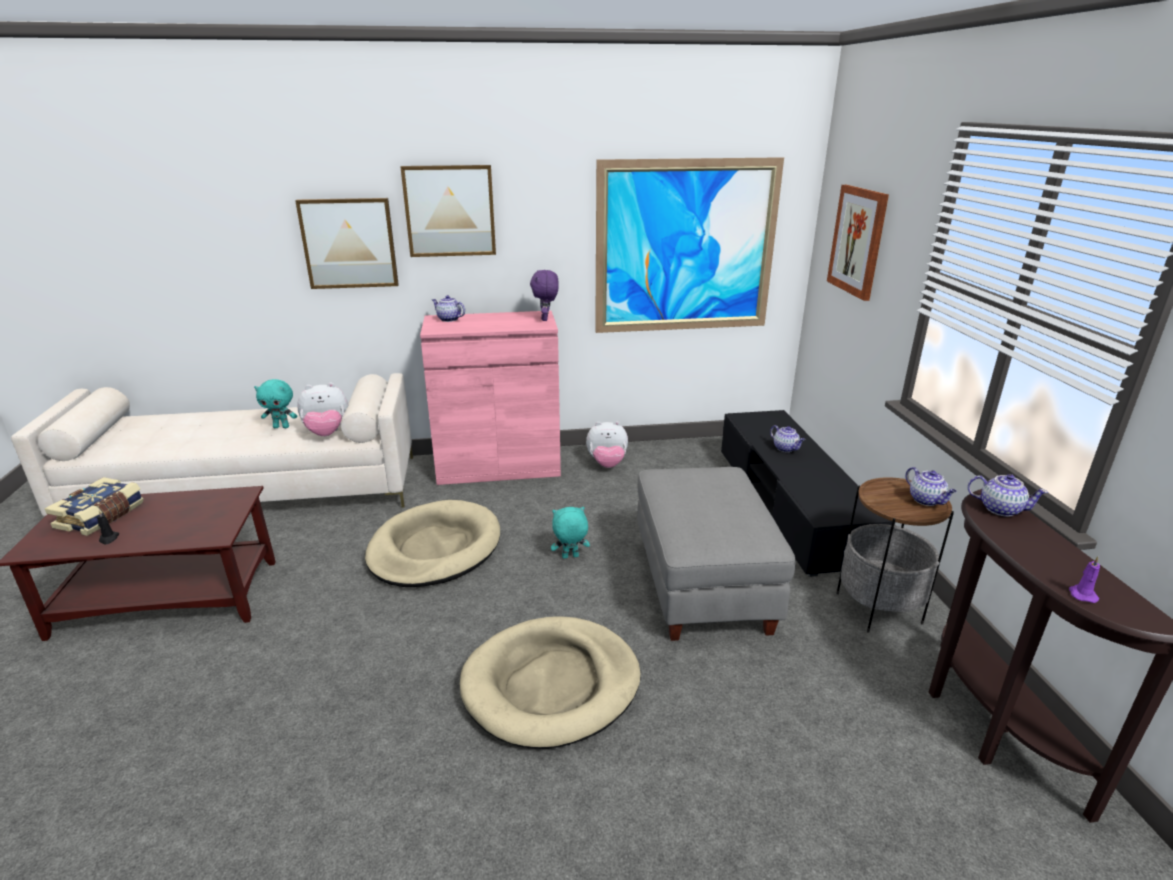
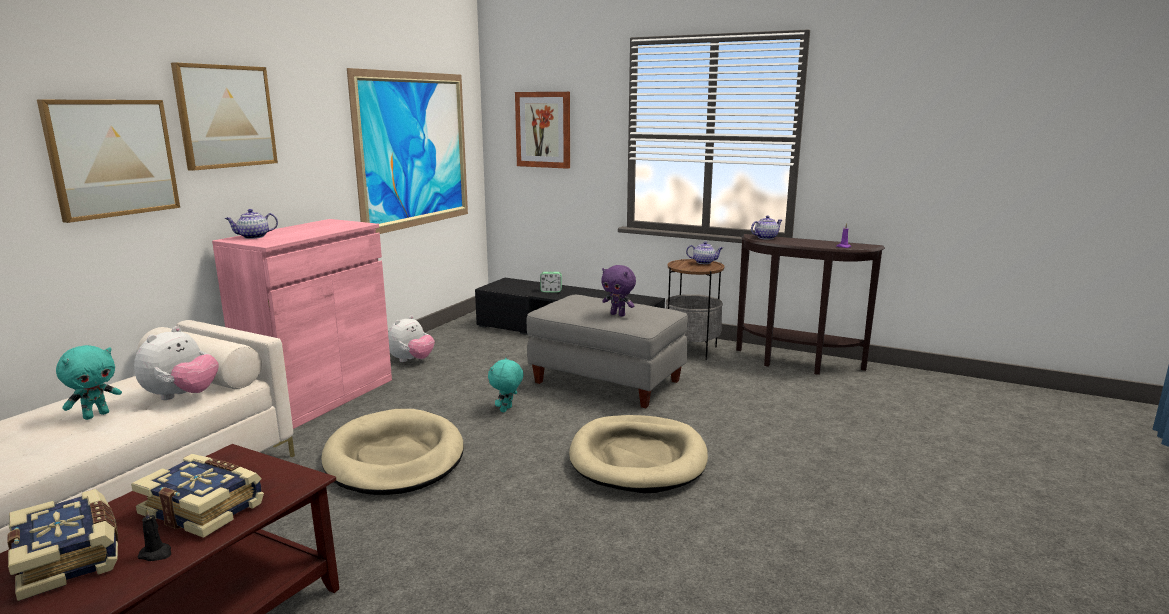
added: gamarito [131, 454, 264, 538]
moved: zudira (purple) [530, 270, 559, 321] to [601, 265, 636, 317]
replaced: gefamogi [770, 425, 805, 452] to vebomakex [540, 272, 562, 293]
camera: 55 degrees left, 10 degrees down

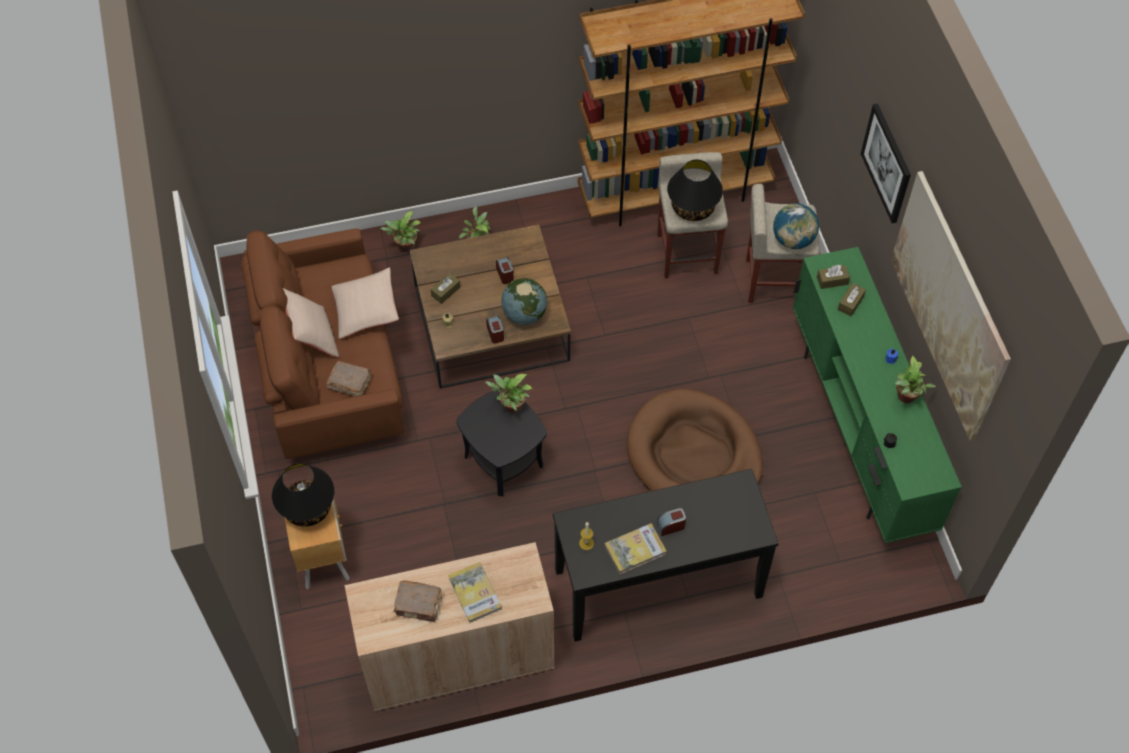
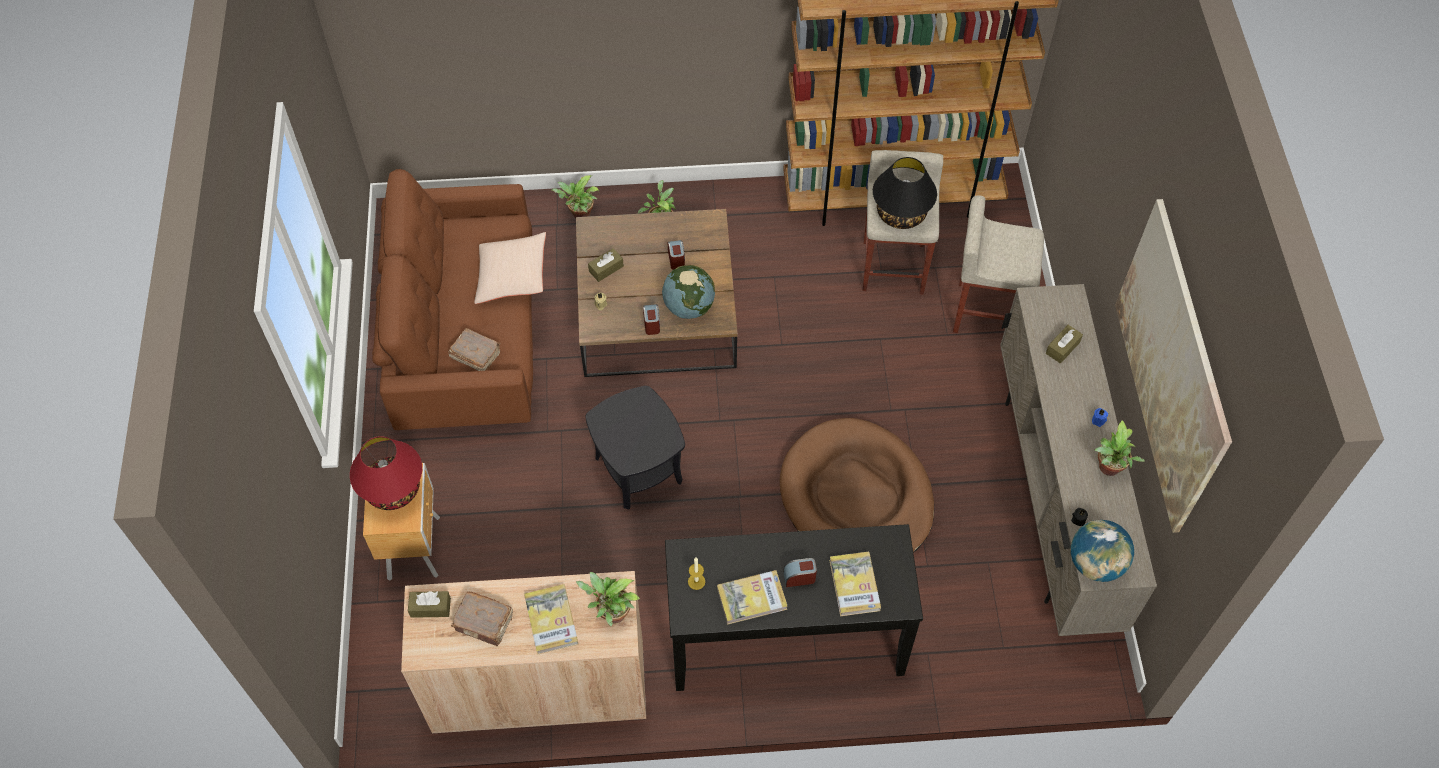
removed: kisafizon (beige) [283, 288, 339, 357]; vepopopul [861, 103, 911, 223]
added: gamarito [829, 552, 881, 616]
moved: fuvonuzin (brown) [817, 265, 850, 289] to [408, 591, 451, 618]; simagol [485, 374, 533, 413] to [576, 572, 640, 626]; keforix [773, 203, 819, 249] to [1071, 520, 1134, 582]
recoloured: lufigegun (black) [272, 463, 334, 527] to lufigegun (red) [350, 436, 422, 510]; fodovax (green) [793, 247, 962, 543] to fodovax (beige) [1000, 284, 1157, 636]
camera: 10 degrees right, 0 degrees up

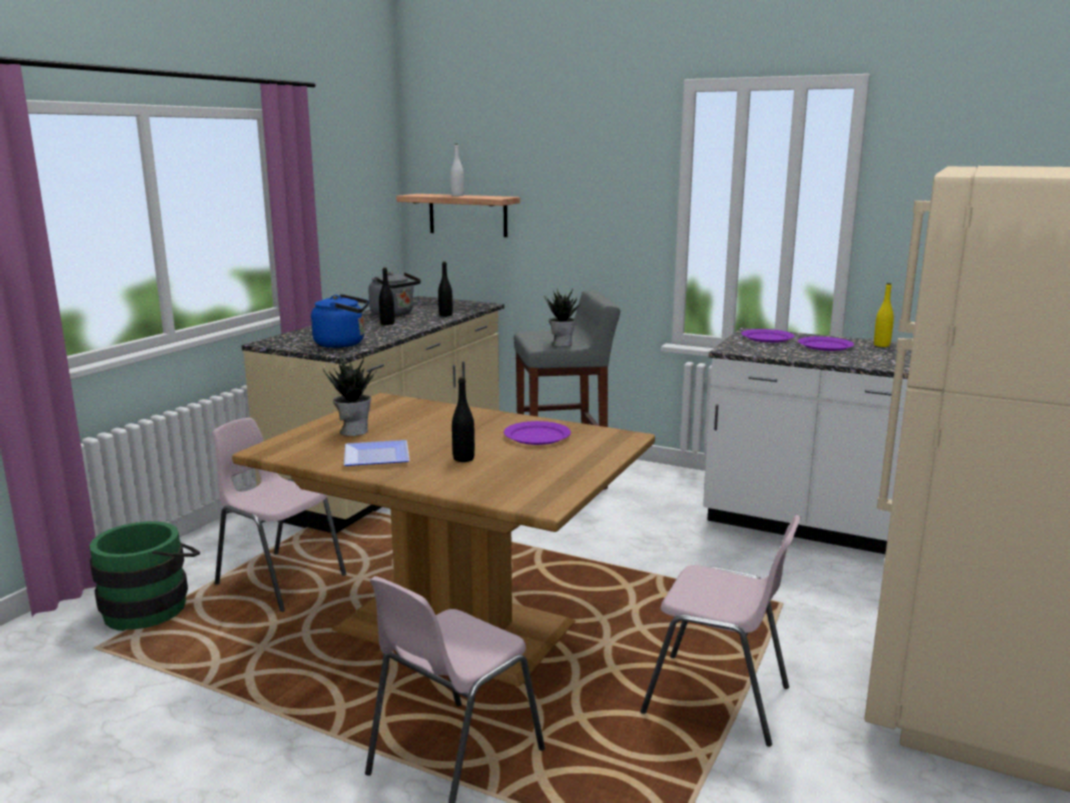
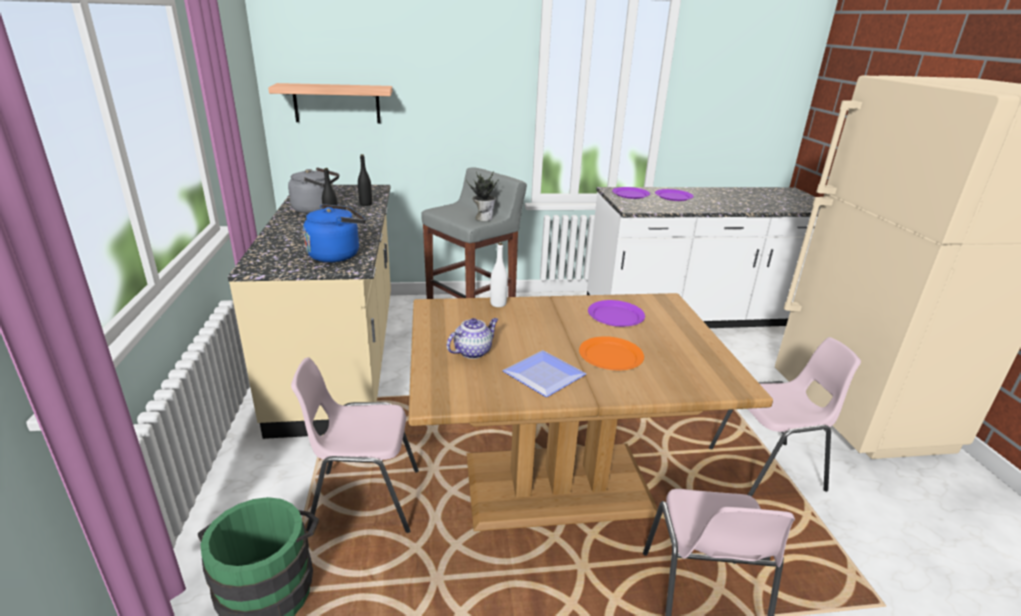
removed: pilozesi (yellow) [874, 283, 894, 347]
moved: pilozesi (white) [451, 144, 464, 196] to [490, 243, 508, 307]
replaced: simagol [323, 357, 377, 436] to gefamogi [447, 318, 498, 359]; pilozesi (black) [452, 377, 475, 462] to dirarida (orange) [579, 336, 644, 370]
camera: 35 degrees left, 10 degrees up

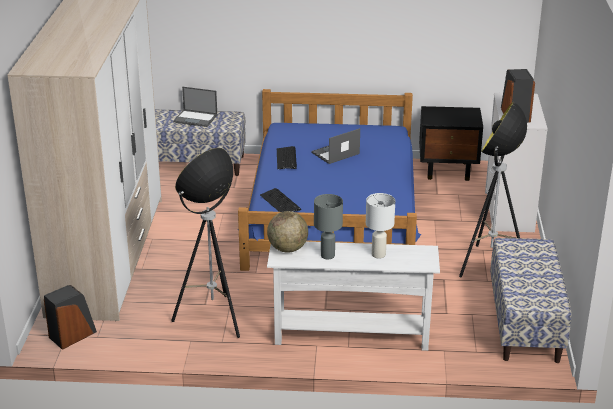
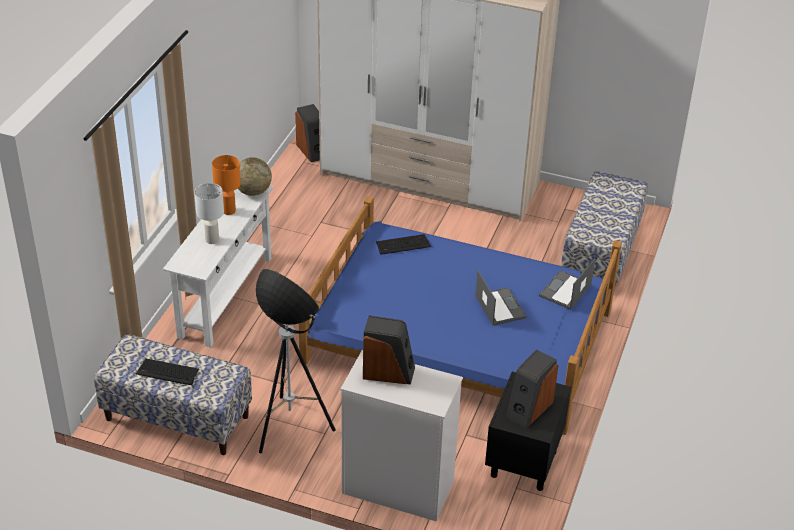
removed: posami [171, 148, 240, 338]
added: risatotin [506, 349, 558, 428]
moved: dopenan [277, 146, 297, 169] to [136, 359, 199, 385]; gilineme [173, 87, 217, 127] to [539, 259, 595, 310]
recoloured: lufigegun (grey) [314, 194, 343, 259] to lufigegun (orange) [212, 155, 241, 215]
camera: 105 degrees right, 10 degrees up

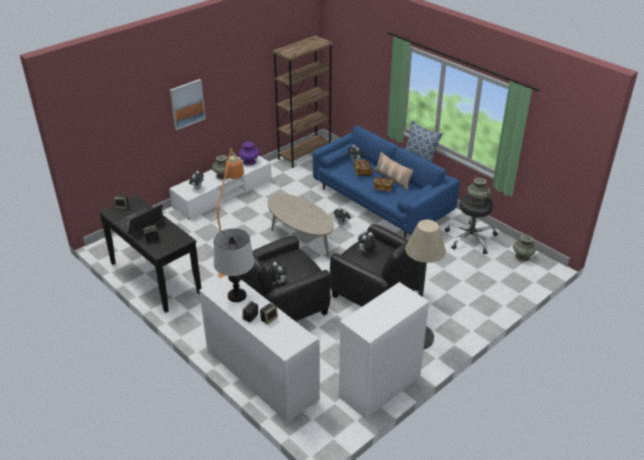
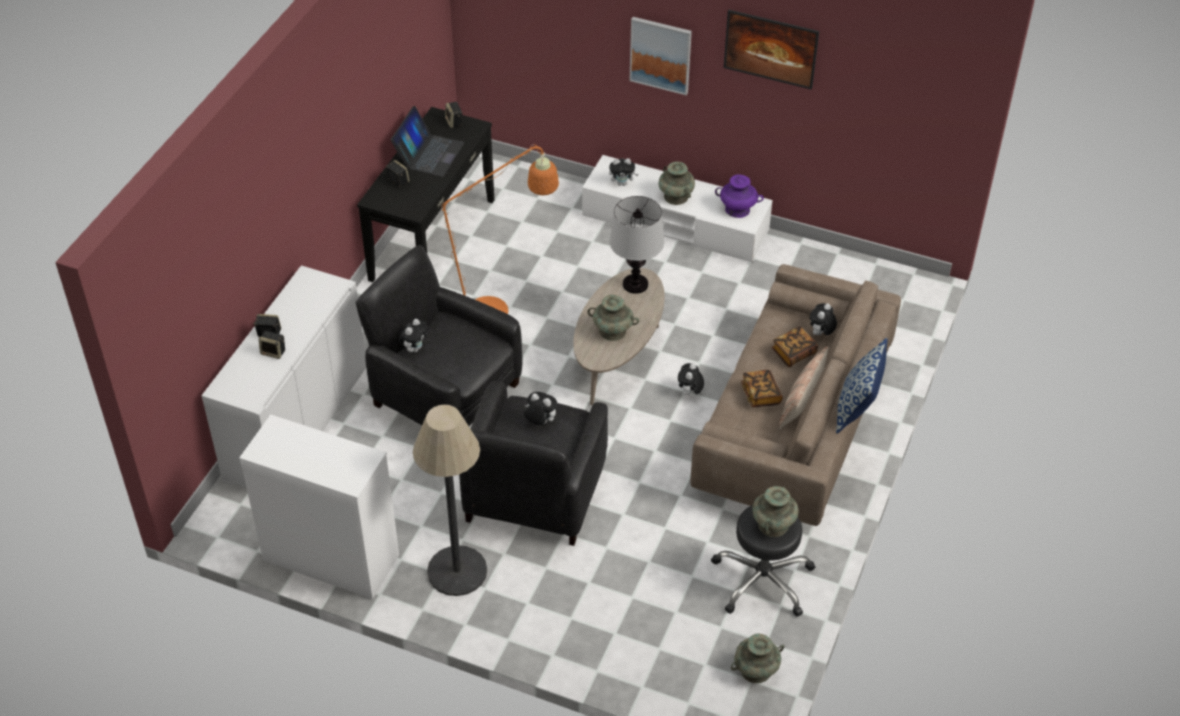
removed: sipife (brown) [272, 35, 333, 168]
added: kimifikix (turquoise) [587, 295, 639, 341]; vepopopul [724, 10, 819, 90]
moved: lufigegun [214, 229, 254, 302] to [610, 196, 664, 294]
recoloured: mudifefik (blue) [313, 126, 460, 238] to mudifefik (beige) [690, 264, 901, 526]
turned: gilineme [115, 204, 164, 237] = [391, 106, 464, 177] 90 degrees clockwise
camera: 65 degrees right, 10 degrees up

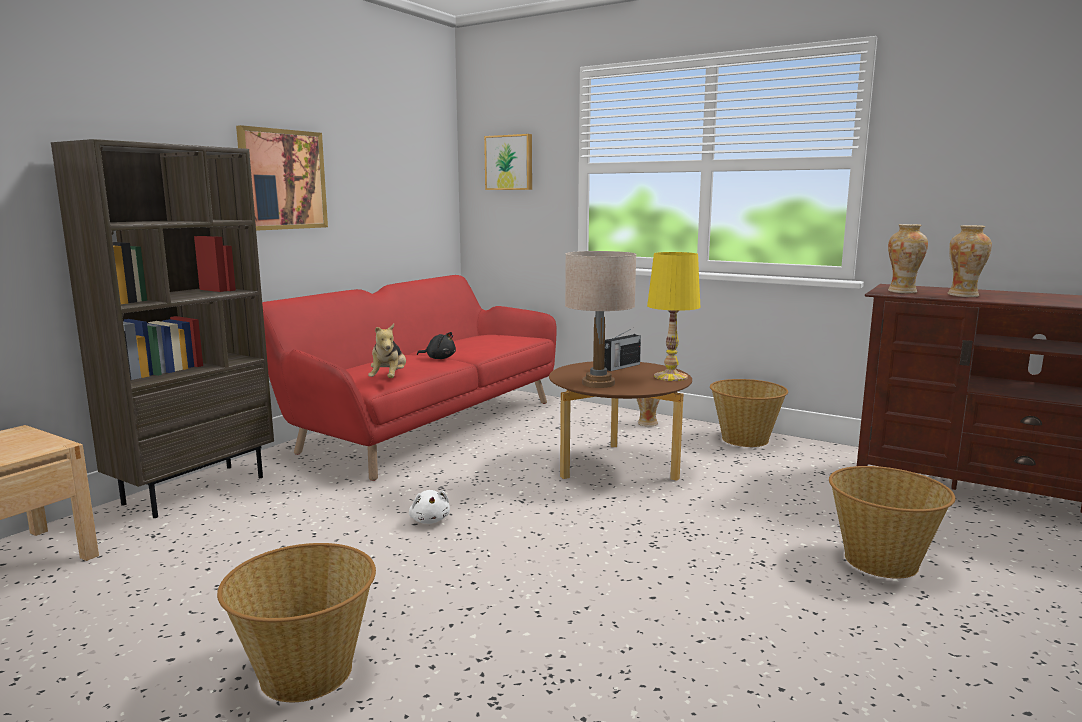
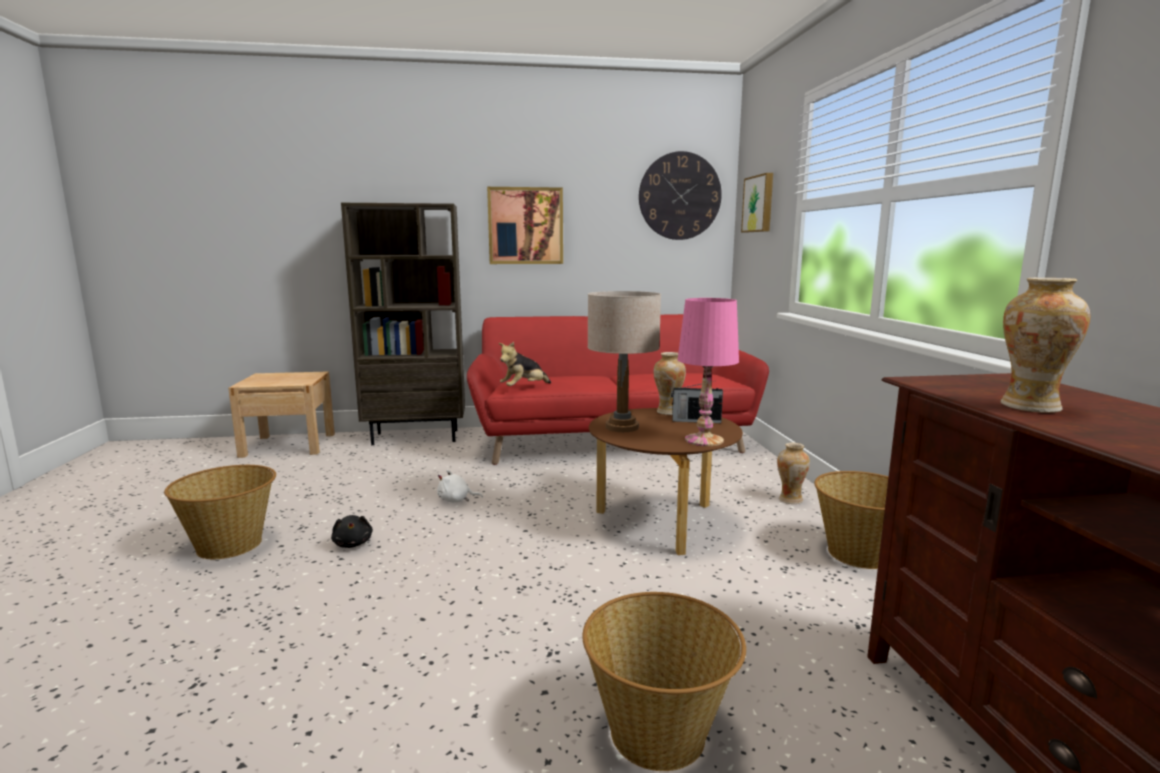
added: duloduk [639, 151, 722, 240]
moved: zudira (black) [417, 332, 456, 359] to [331, 515, 373, 548]; kimifikix [888, 224, 928, 293] to [653, 352, 686, 415]
recoloured: lufigegun (yellow) [647, 252, 700, 381] to lufigegun (pink) [678, 298, 739, 446]
turned: zudira (white) [409, 490, 450, 524] = [437, 470, 483, 503] 60 degrees clockwise
camera: 50 degrees right, 0 degrees up

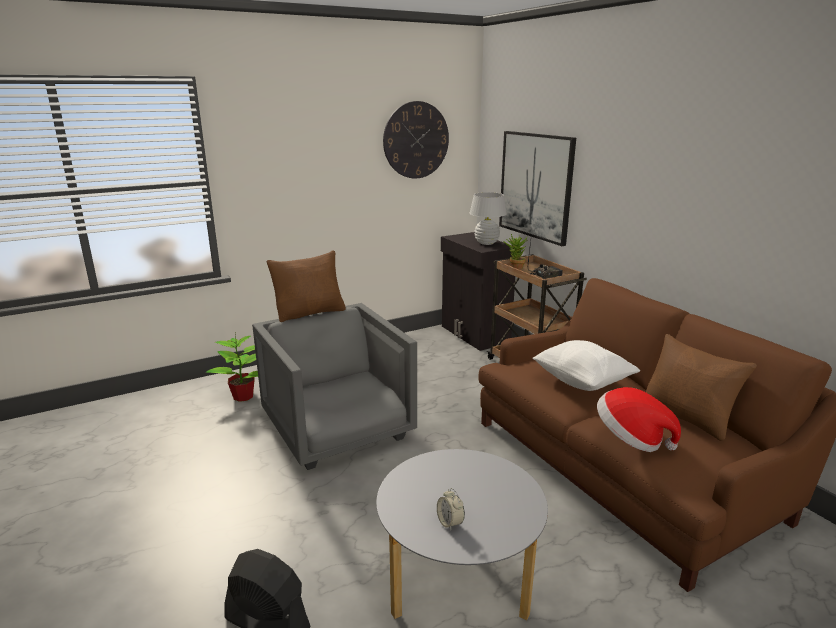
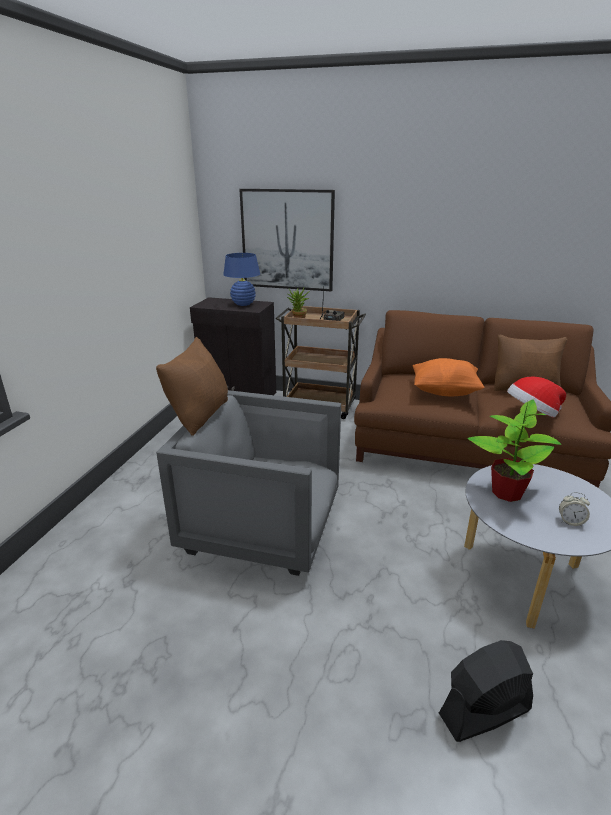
removed: duloduk [383, 101, 449, 179]
moved: simagol [206, 333, 258, 402] to [467, 400, 561, 502]
recoloured: lufigegun (white) [470, 192, 507, 245] to lufigegun (blue) [223, 253, 260, 306]; kisafizon (white) [533, 340, 640, 391] to kisafizon (orange) [413, 358, 485, 396]
camera: 45 degrees left, 5 degrees up

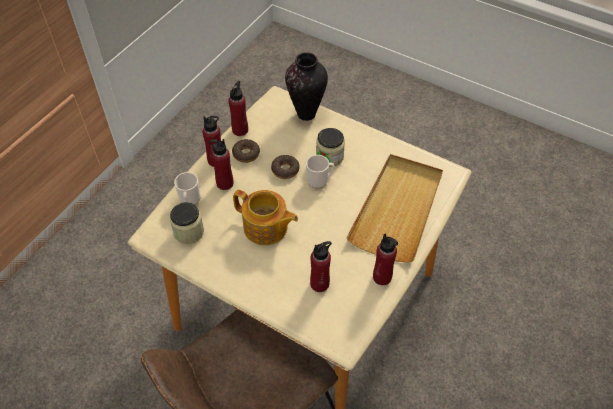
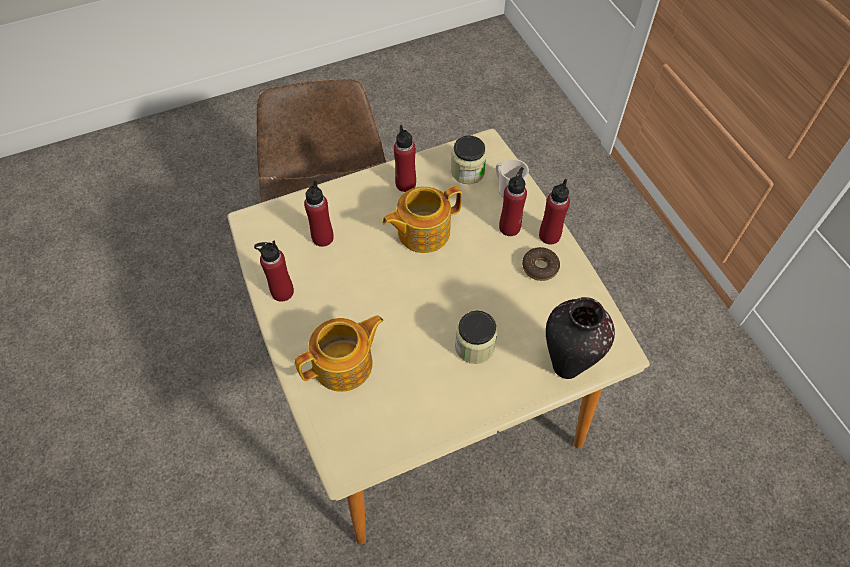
removed: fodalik [271, 155, 299, 179]; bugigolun [306, 155, 334, 188]
moved: pilozesi (red) [228, 81, 248, 136] to [394, 125, 416, 192]
replaced: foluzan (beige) [346, 154, 443, 263] to gefamogi [295, 315, 384, 392]
camera: 125 degrees right, 5 degrees up

